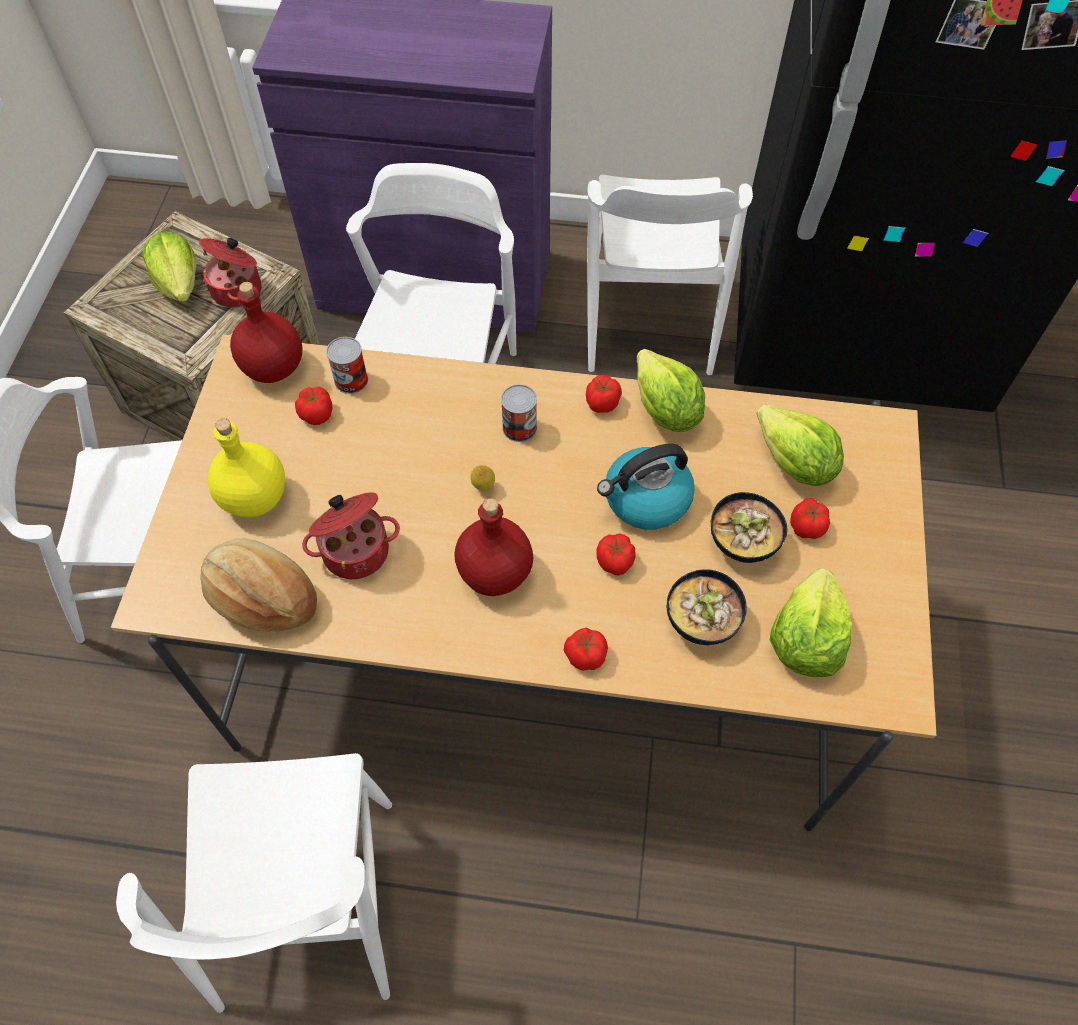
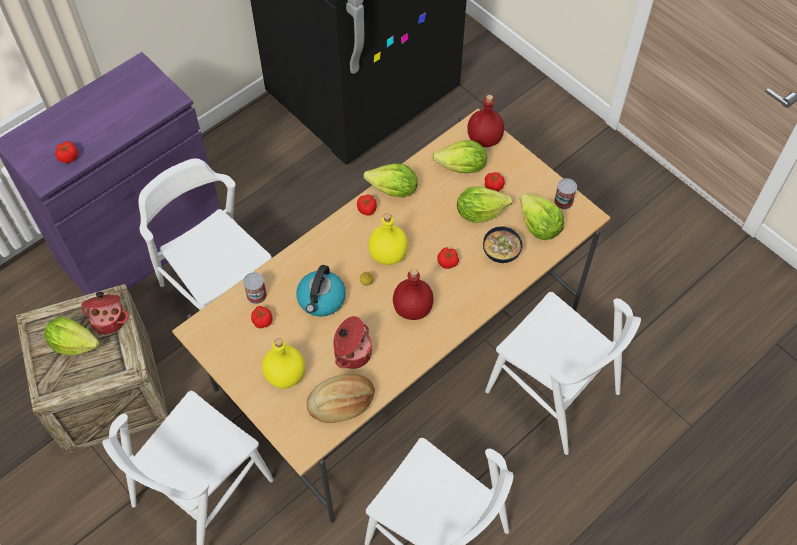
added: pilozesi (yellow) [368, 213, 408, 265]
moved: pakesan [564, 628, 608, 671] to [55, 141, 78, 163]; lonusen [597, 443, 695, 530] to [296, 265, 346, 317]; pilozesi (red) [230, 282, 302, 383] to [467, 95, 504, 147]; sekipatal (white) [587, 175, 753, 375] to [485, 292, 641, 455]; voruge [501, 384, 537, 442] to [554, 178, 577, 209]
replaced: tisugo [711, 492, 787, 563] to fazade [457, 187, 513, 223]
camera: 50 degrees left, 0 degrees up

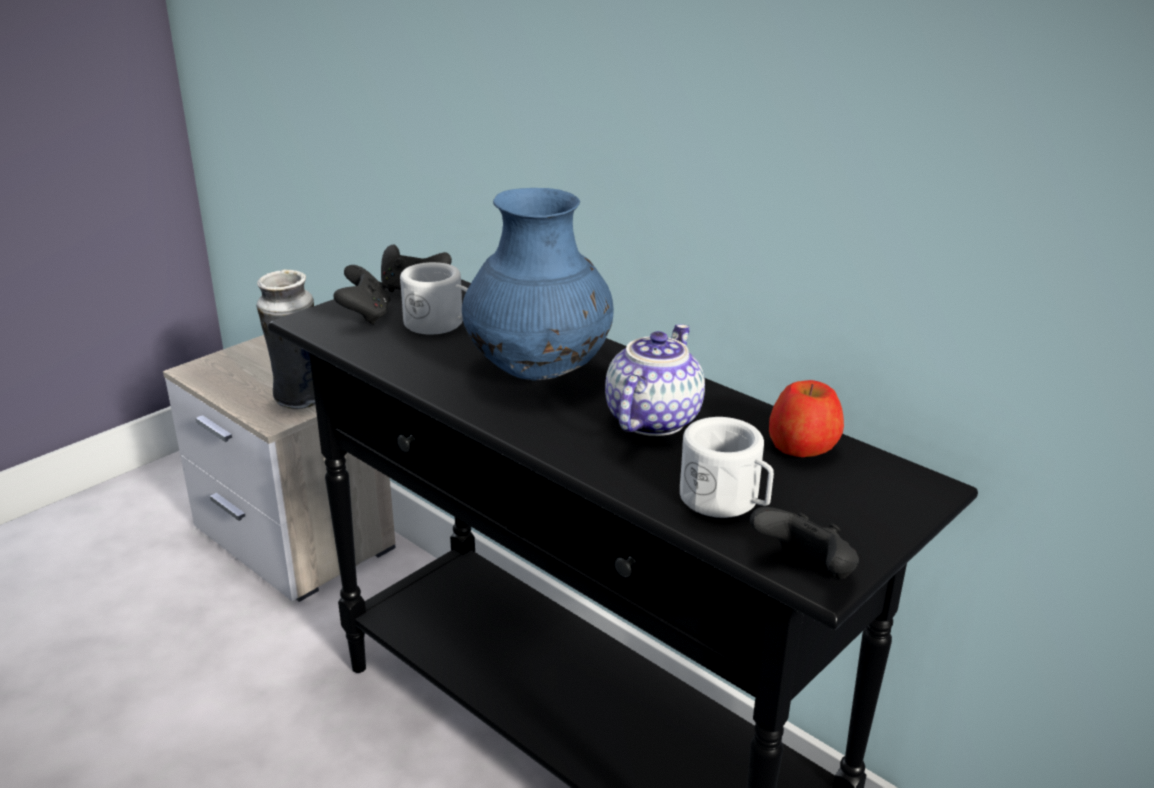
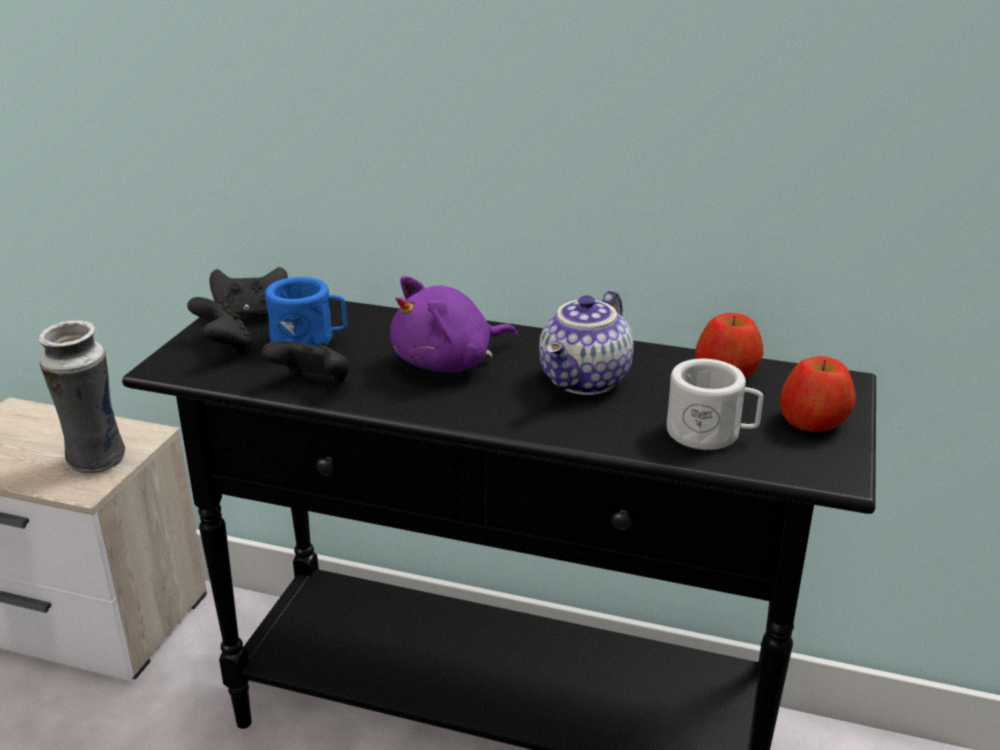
added: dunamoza [780, 356, 855, 432]
moved: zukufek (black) [750, 507, 859, 579] to [261, 342, 350, 383]
replaced: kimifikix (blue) [462, 188, 614, 380] to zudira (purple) [390, 276, 518, 373]
recoloured: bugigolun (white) [400, 262, 468, 335] to bugigolun (blue) [265, 277, 347, 346]
turned: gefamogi [605, 324, 705, 436] = [539, 290, 634, 395] 150 degrees counterclockwise
camera: 25 degrees left, 0 degrees up

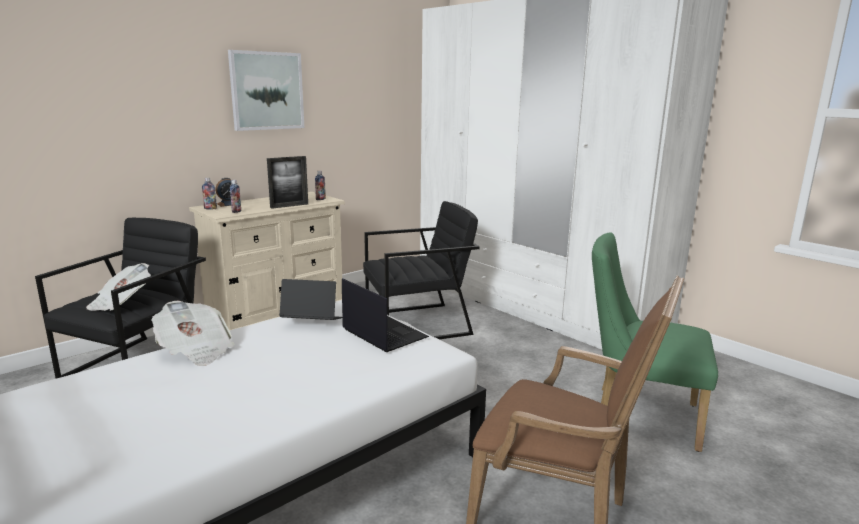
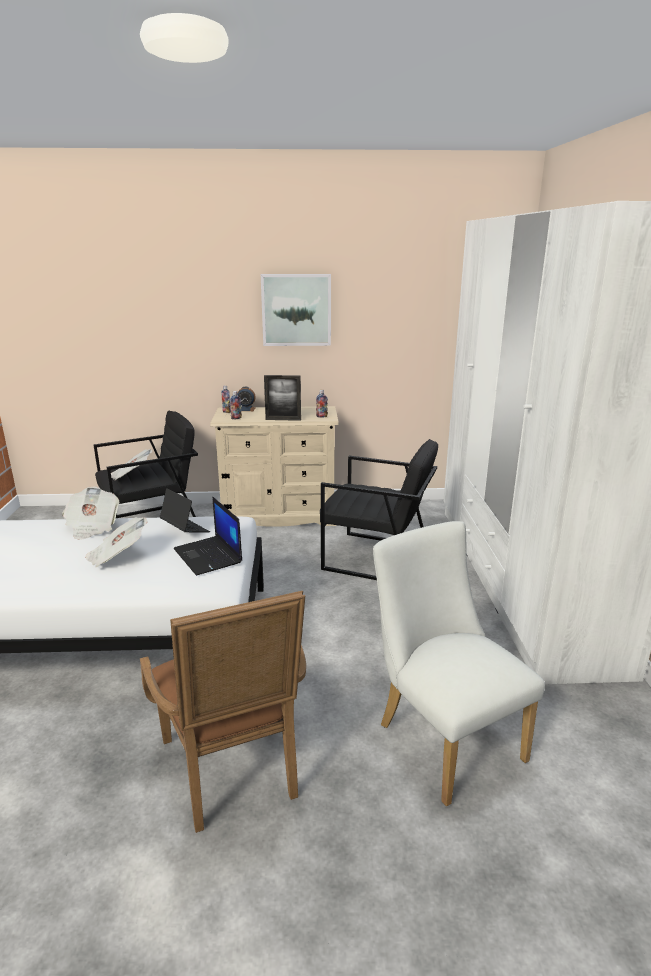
added: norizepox [85, 517, 148, 567]
recoloured: sekipatal (green) [592, 232, 718, 452] to sekipatal (white) [373, 521, 545, 806]
turned: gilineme [342, 278, 429, 352] = [174, 496, 242, 576] 150 degrees clockwise
camera: 40 degrees right, 5 degrees up

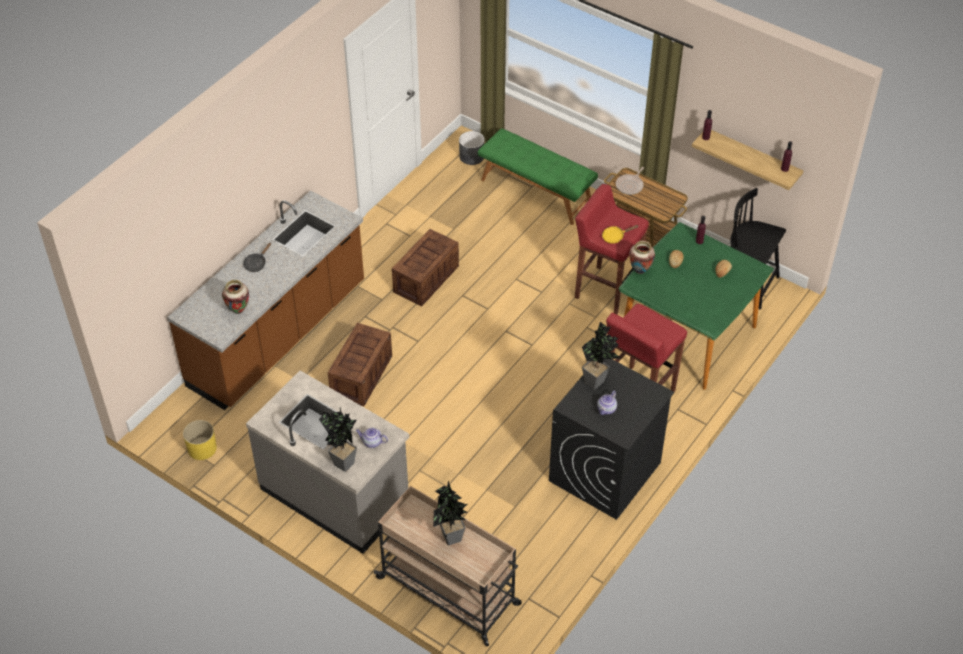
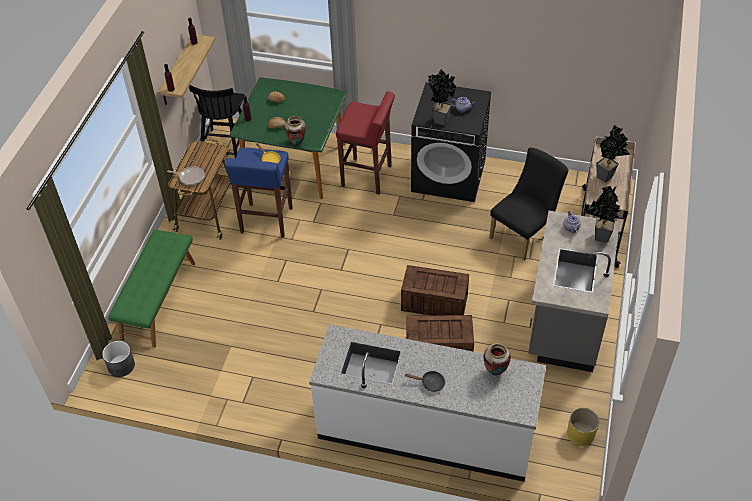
added: sekipatal (black) [489, 147, 568, 261]
moved: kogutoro [392, 229, 459, 307] to [401, 265, 469, 316]
recoloured: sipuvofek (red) [575, 184, 649, 314] to sipuvofek (blue) [225, 148, 293, 238]; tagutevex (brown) [167, 190, 364, 410] to tagutevex (white) [309, 324, 546, 482]
camera: 110 degrees left, 0 degrees up

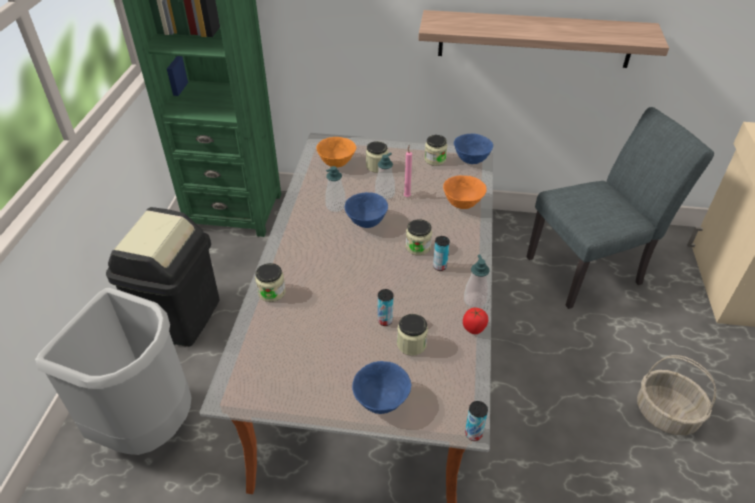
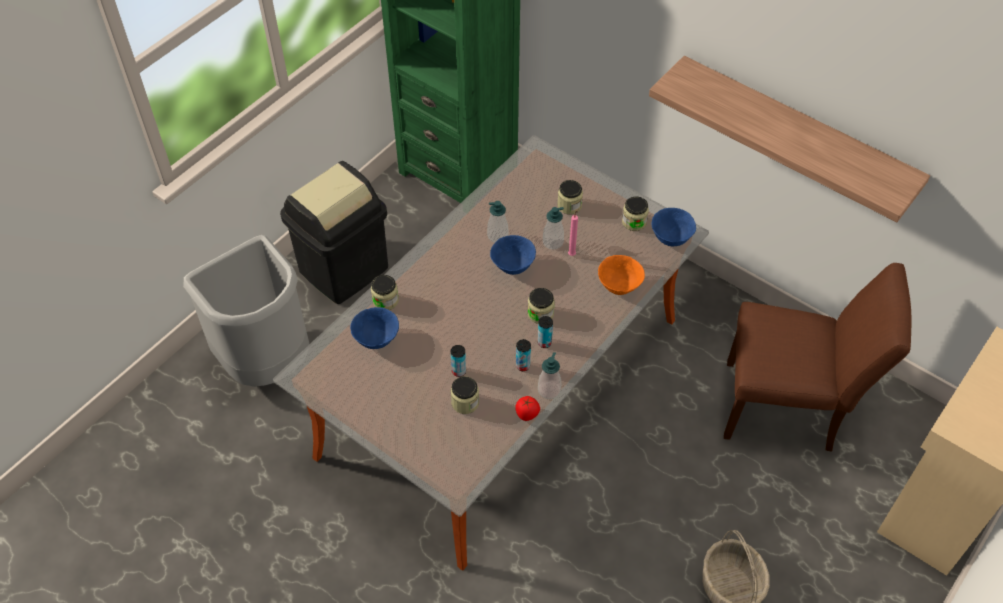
removed: tisugo (orange) [316, 137, 356, 167]
moved: tisugo (blue) [352, 361, 412, 414] to [350, 307, 399, 349]; voruge [465, 401, 488, 441] to [516, 339, 531, 371]
recoloured: sekipatal (grey) [527, 107, 714, 309] to sekipatal (brown) [724, 263, 911, 452]
camera: 30 degrees right, 10 degrees up

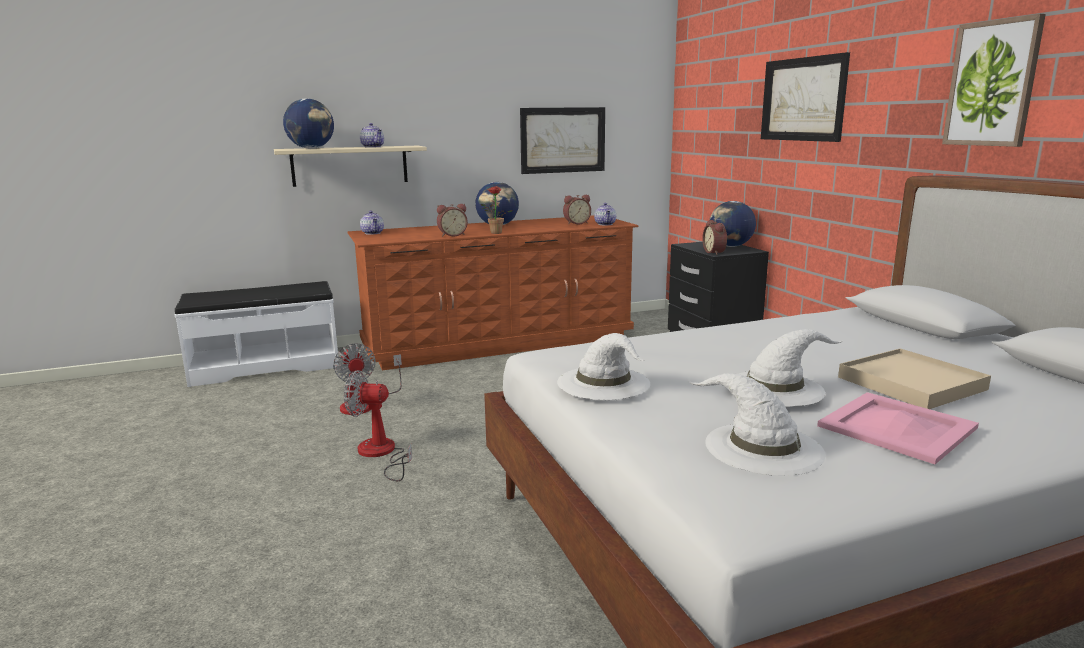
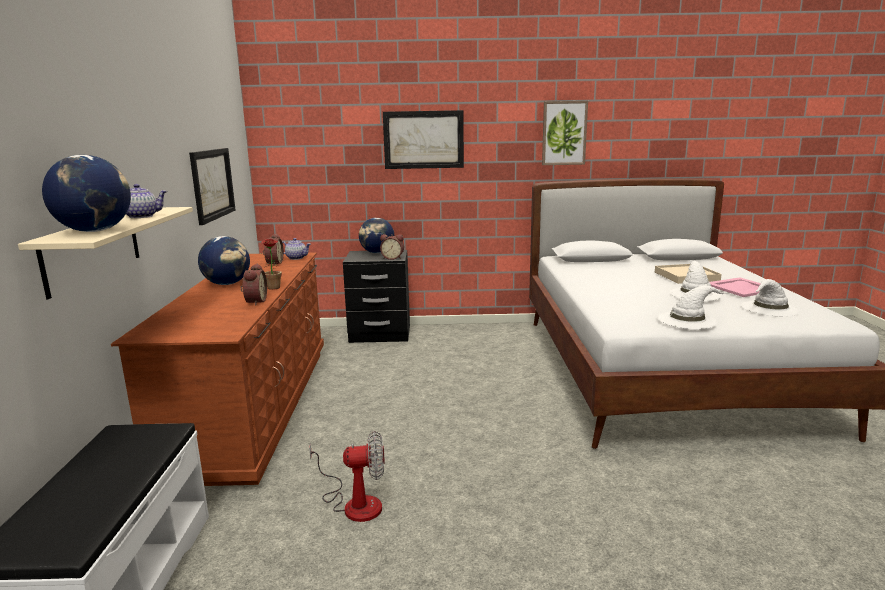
removed: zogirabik [344, 370, 412, 481]; gefamogi [360, 211, 384, 235]
camera: 70 degrees left, 0 degrees up

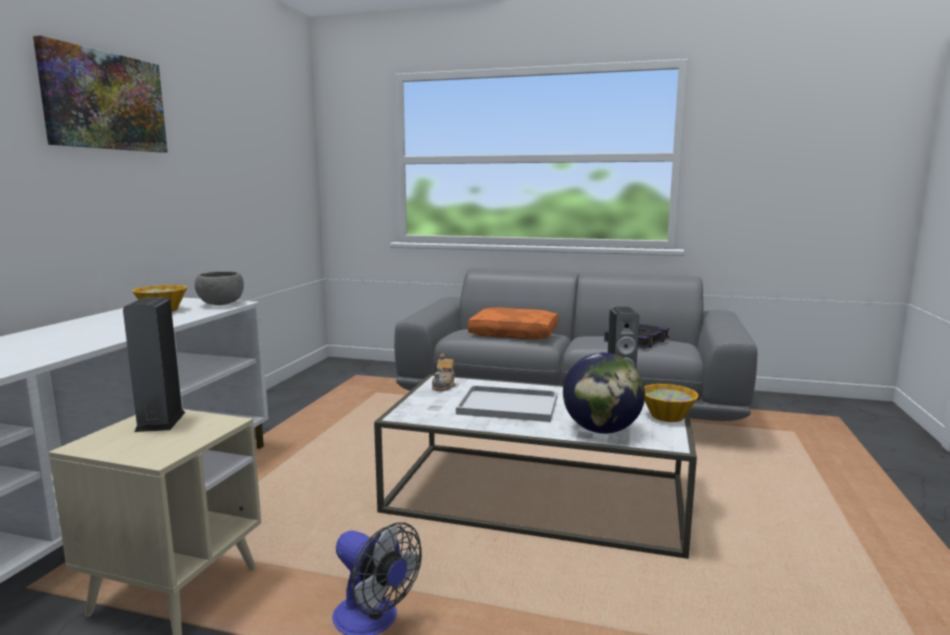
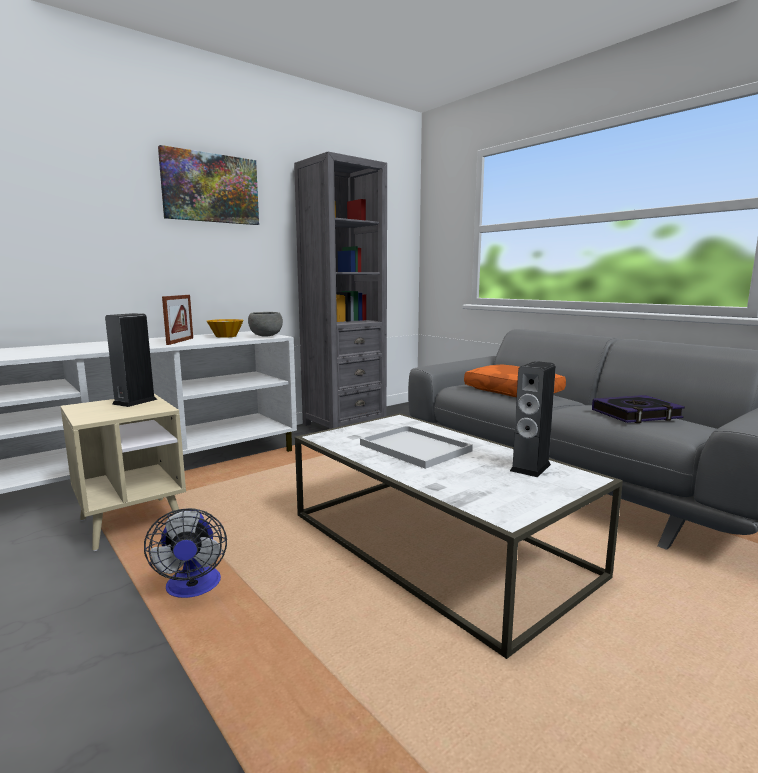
removed: gefamogi [432, 353, 456, 391]; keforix [563, 353, 645, 434]; tisugo [644, 384, 699, 422]
added: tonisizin [162, 295, 193, 345]; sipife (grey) [294, 152, 387, 429]
camera: 35 degrees right, 0 degrees up

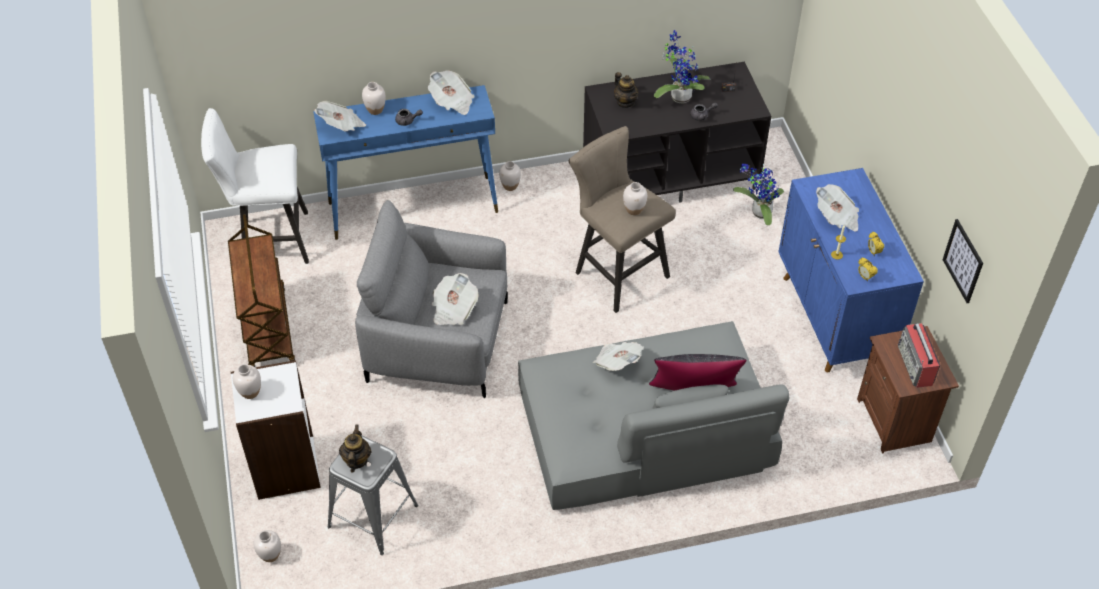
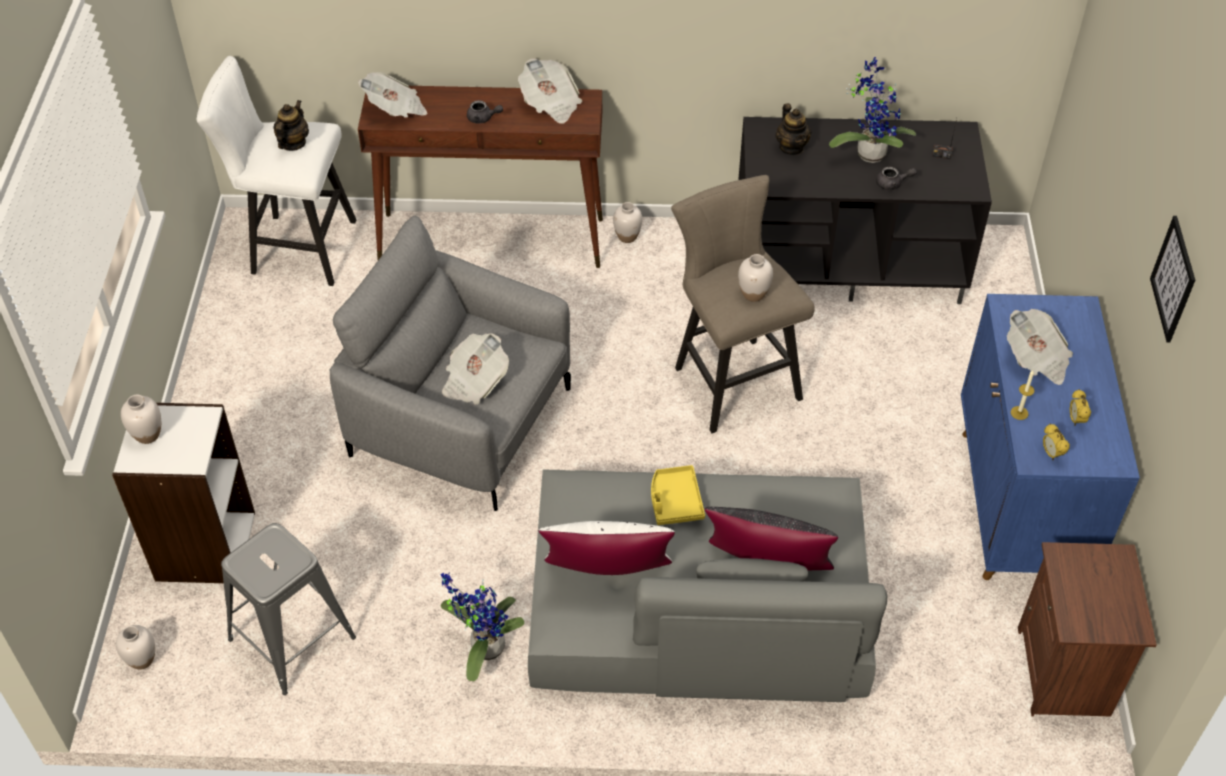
removed: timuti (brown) [228, 214, 295, 367]; kimifikix (white) [362, 82, 386, 115]; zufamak [898, 323, 940, 388]
added: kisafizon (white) [538, 521, 675, 575]
moved: gefamogi [339, 425, 372, 473] to [273, 100, 309, 151]; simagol [733, 164, 784, 225] to [440, 573, 524, 681]; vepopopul [943, 219, 983, 303] to [1150, 216, 1195, 342]
replaced: norizepox [593, 342, 644, 371] to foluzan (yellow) [651, 465, 705, 525]
recoloured: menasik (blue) [313, 85, 498, 240] to menasik (brown) [358, 86, 603, 268]
camera: 15 degrees right, 0 degrees up

